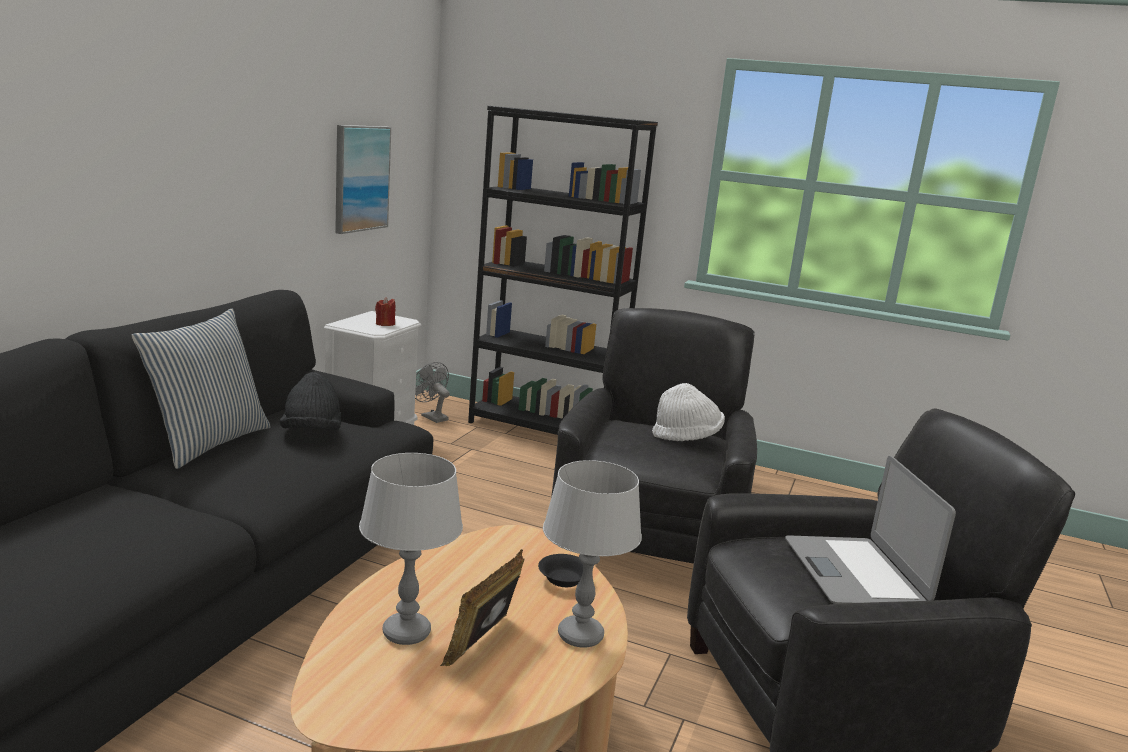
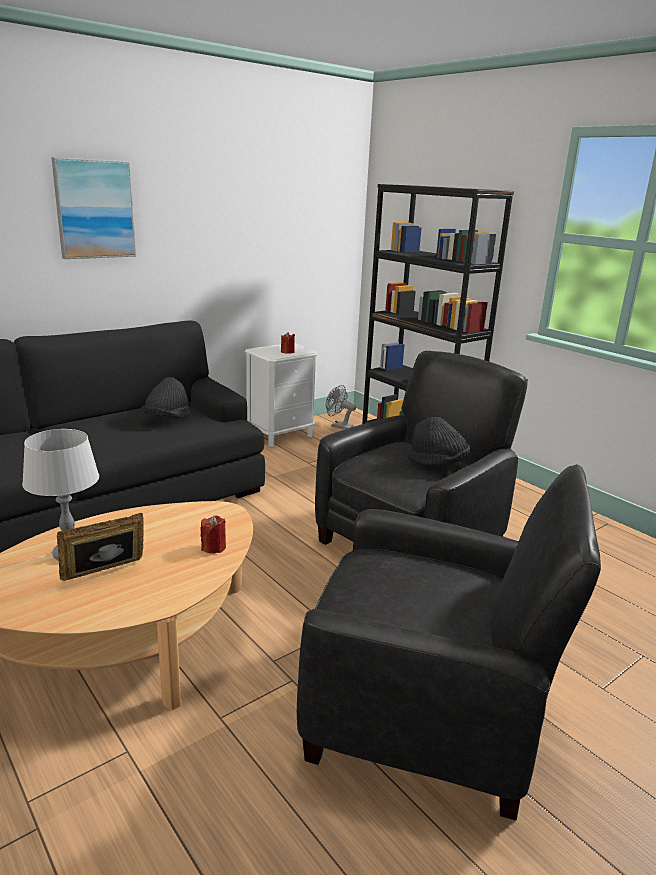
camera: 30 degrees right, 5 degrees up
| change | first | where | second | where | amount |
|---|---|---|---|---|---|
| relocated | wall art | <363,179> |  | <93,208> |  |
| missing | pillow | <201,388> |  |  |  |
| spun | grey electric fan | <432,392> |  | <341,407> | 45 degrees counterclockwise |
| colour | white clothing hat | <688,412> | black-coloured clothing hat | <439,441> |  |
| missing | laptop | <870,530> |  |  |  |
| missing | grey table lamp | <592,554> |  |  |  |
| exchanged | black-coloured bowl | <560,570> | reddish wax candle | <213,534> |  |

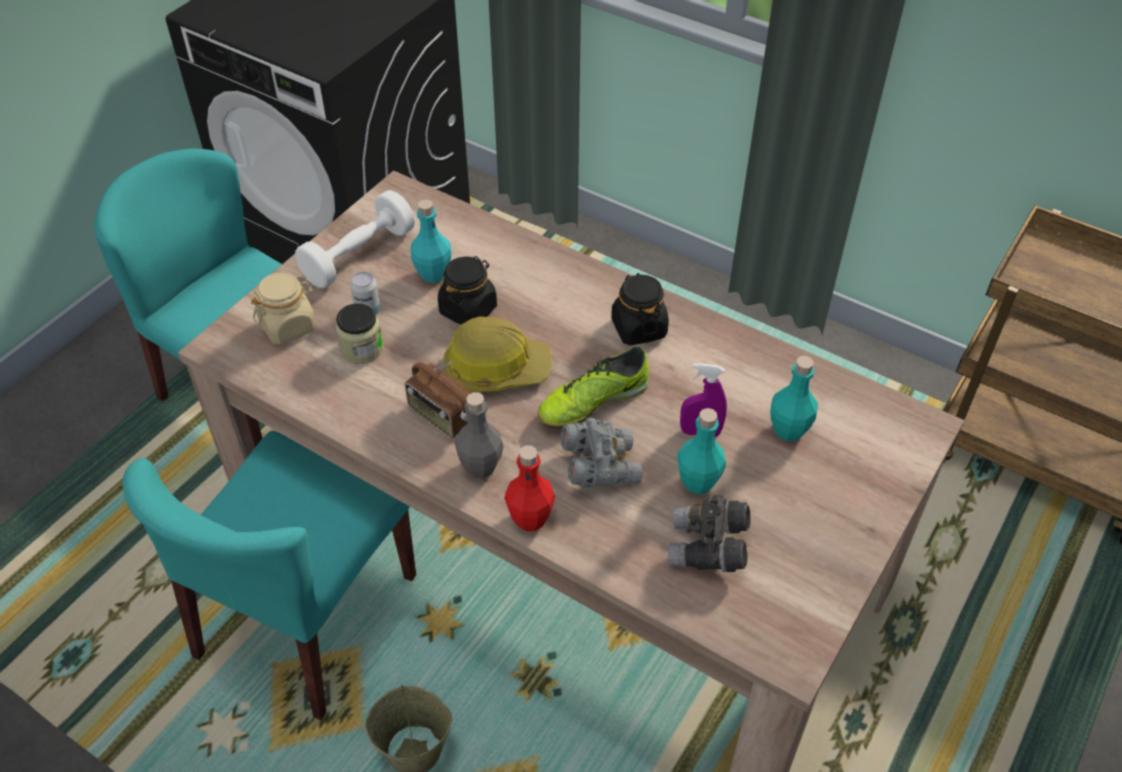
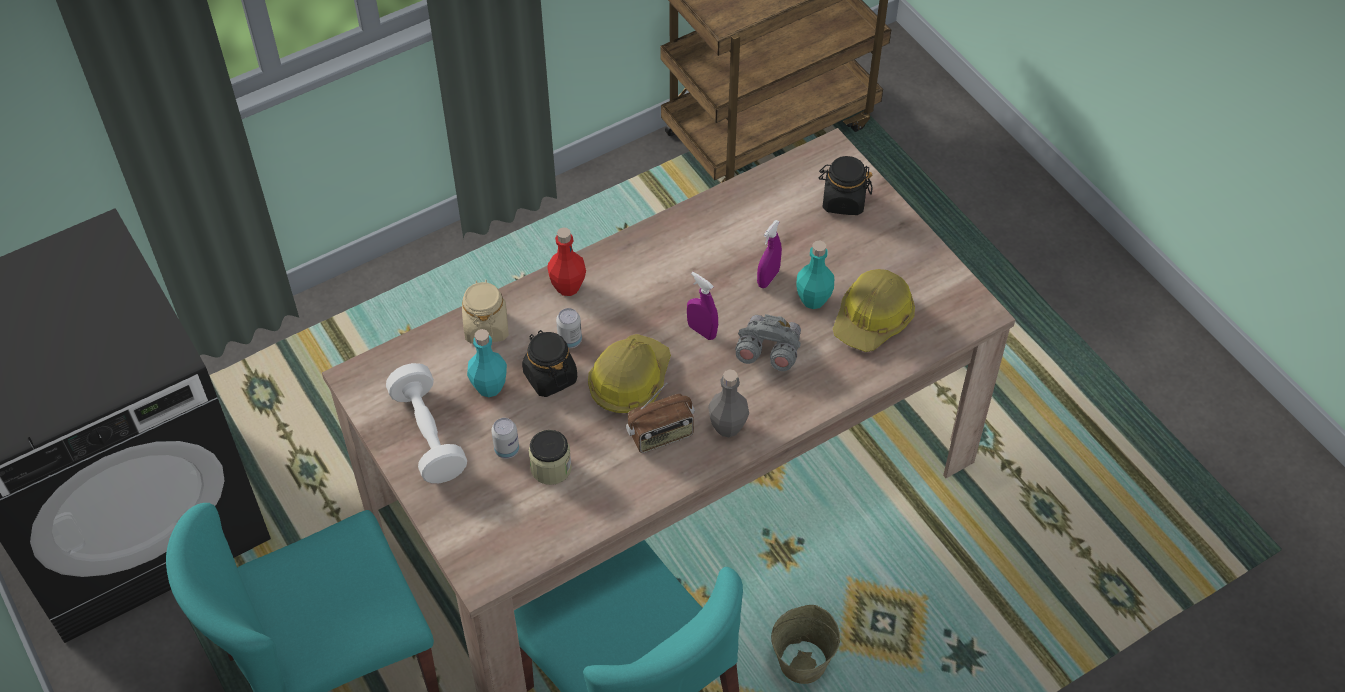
camera: 65 degrees left, 5 degrees up
| change | first | where | second | where | amount |
|---|---|---|---|---|---|
| relocated | beige storage jar | <284,308> |  | <485,312> |  |
| relocated | black-coloured storage jar | <640,309> |  | <846,185> |  |
| exchanged | item of footwear | <593,387> | purplish hand sprayer | <702,306> |  |
| missing | turquoise bottle | <794,398> |  |  |  |
| relocated | reddish bottle | <529,488> |  | <566,262> |  |
| exchanged | grey field glasses | <709,533> | hard hat | <874,310> |  |
| appeared |  |  | metal can | <569,328> |  |

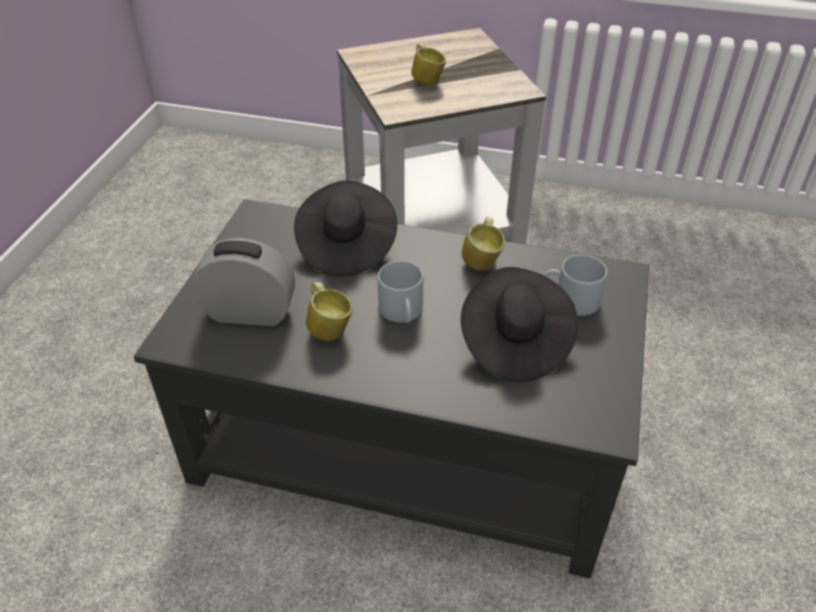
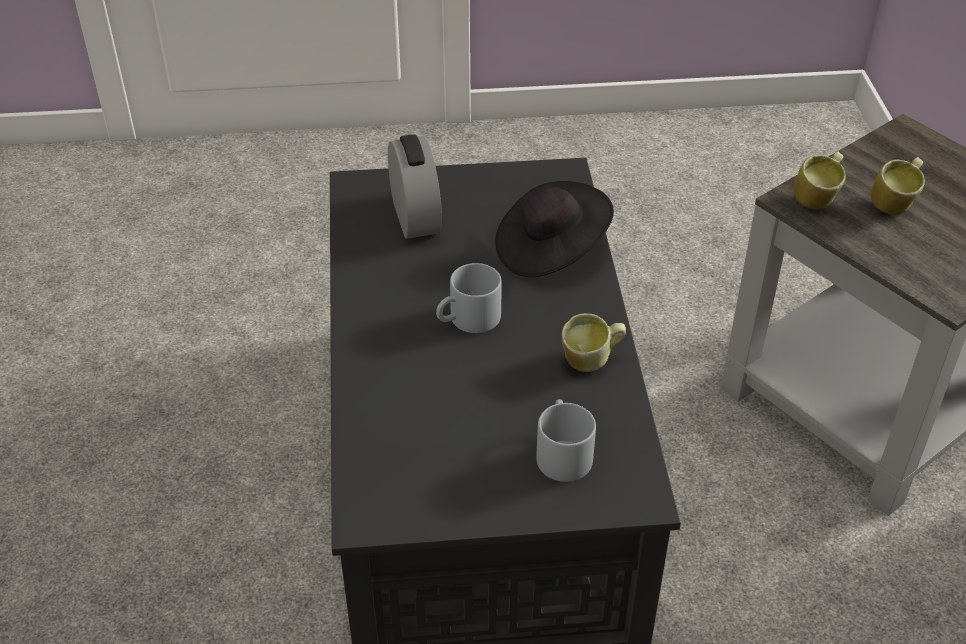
camera: 70 degrees right, 0 degrees up
| change | first | where | second | where | amount |
|---|---|---|---|---|---|
| missing | black-coloured clothing hat | <519,324> |  |  |  |
| relocated | coffee mug | <329,311> |  | <820,180> |  |

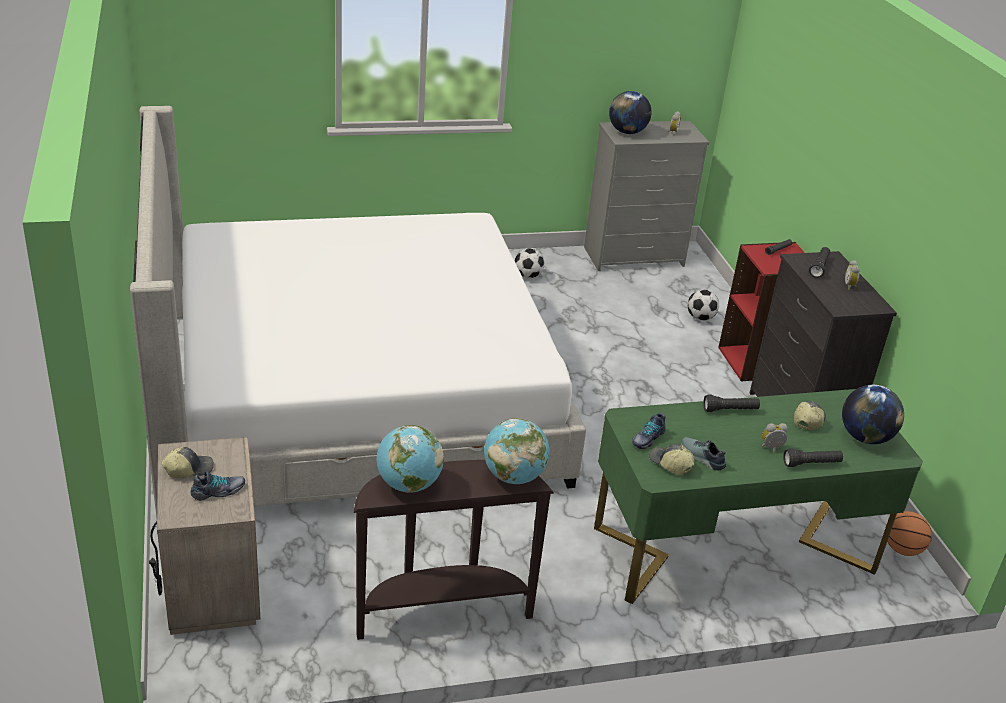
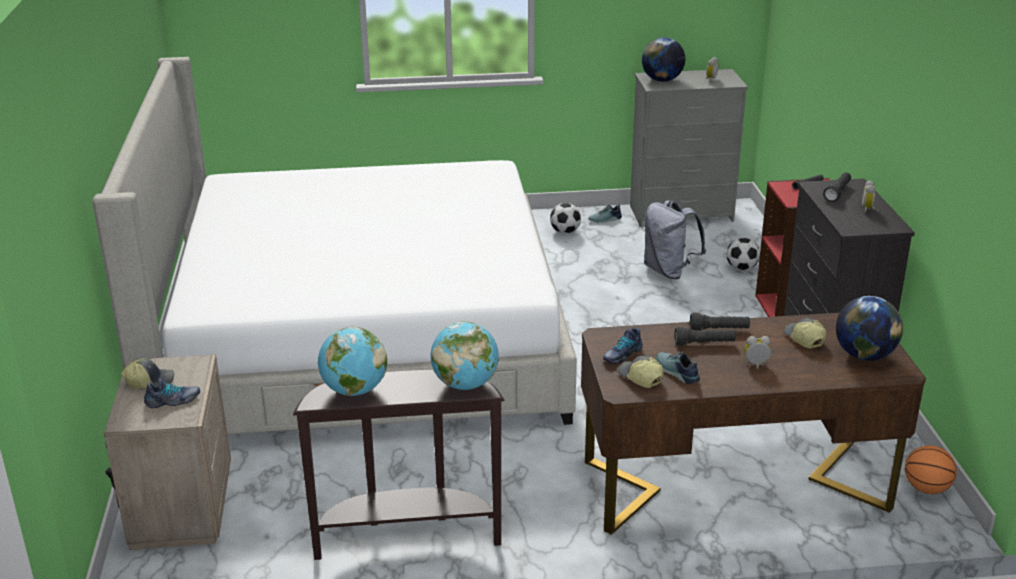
camera: 10 degrees right, 5 degrees down
| change | first | where | second | where | amount |
|---|---|---|---|---|---|
| colour | green desk table | <758,496> | brown desk table | <753,424> |  |
| spun | baseball cap | <810,415> |  | <805,333> | 60 degrees counterclockwise |
| relocated | black-coloured flashlight | <813,457> |  | <705,336> |  |
| appeared |  |  | grey backpack | <675,239> |  |
| appeared |  |  | item of footwear | <605,213> |  |

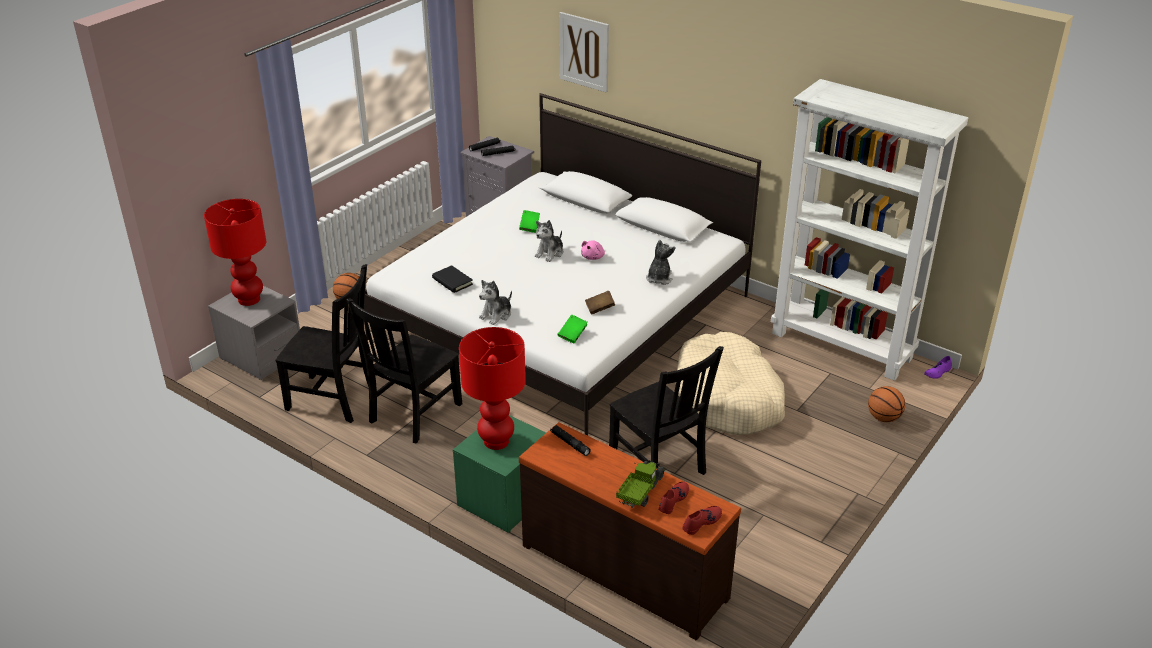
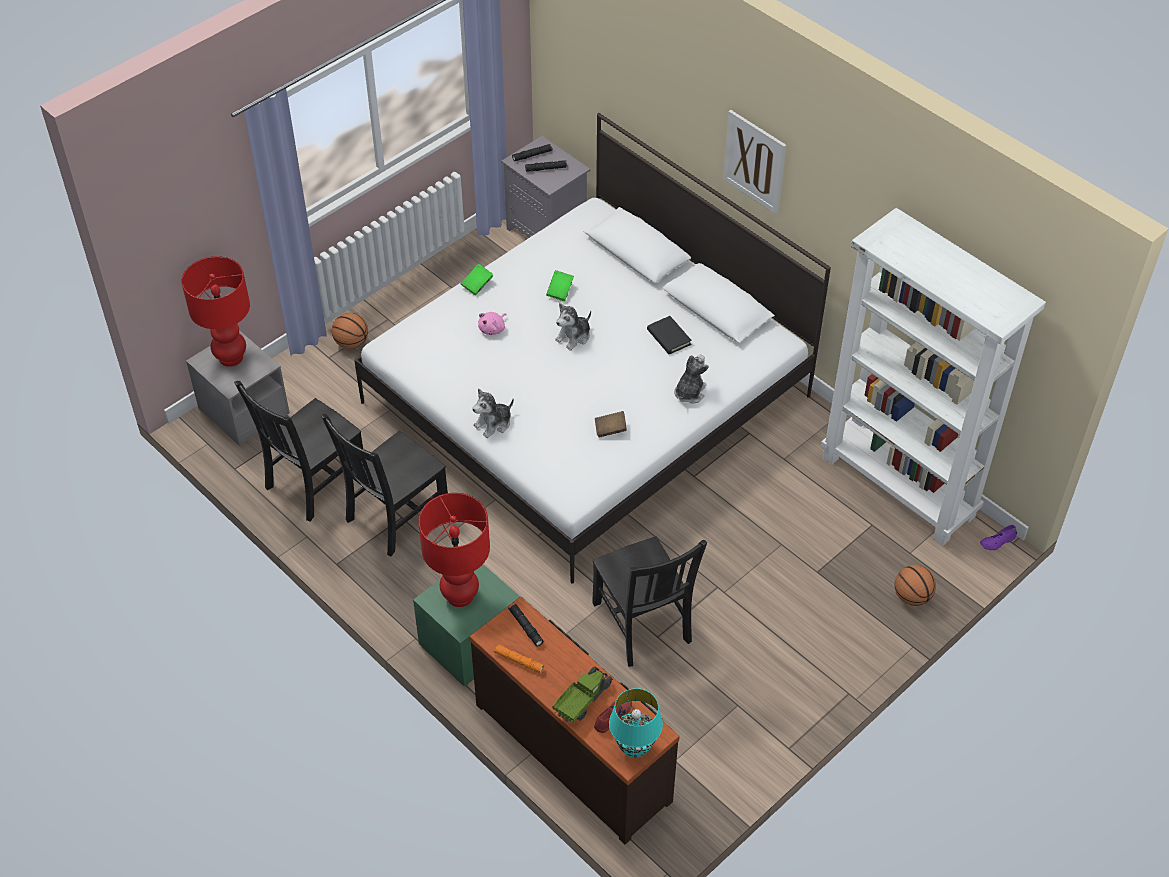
camera: 10 degrees right, 15 degrees up
| change | first | where | second | where | amount |
|---|---|---|---|---|---|
| relocated | wall art | <584,52> |  | <754,162> |  |
| relocated | pink cuddly toy | <593,250> |  | <492,323> |  |
| spun | black-coloured chair | <322,343> |  | <298,451> | 105 degrees clockwise |
| relocated | black-coloured book | <452,279> |  | <669,335> |  |
| relocated | green book | <572,329> |  | <476,279> |  |
| missing | beige dog bed | <730,383> |  |  |  |
| exchanged | reddish item of footwear | <702,520> | turquoise table lamp | <636,723> |  |
| appeared |  |  | orangey flashlight | <518,659> |  |

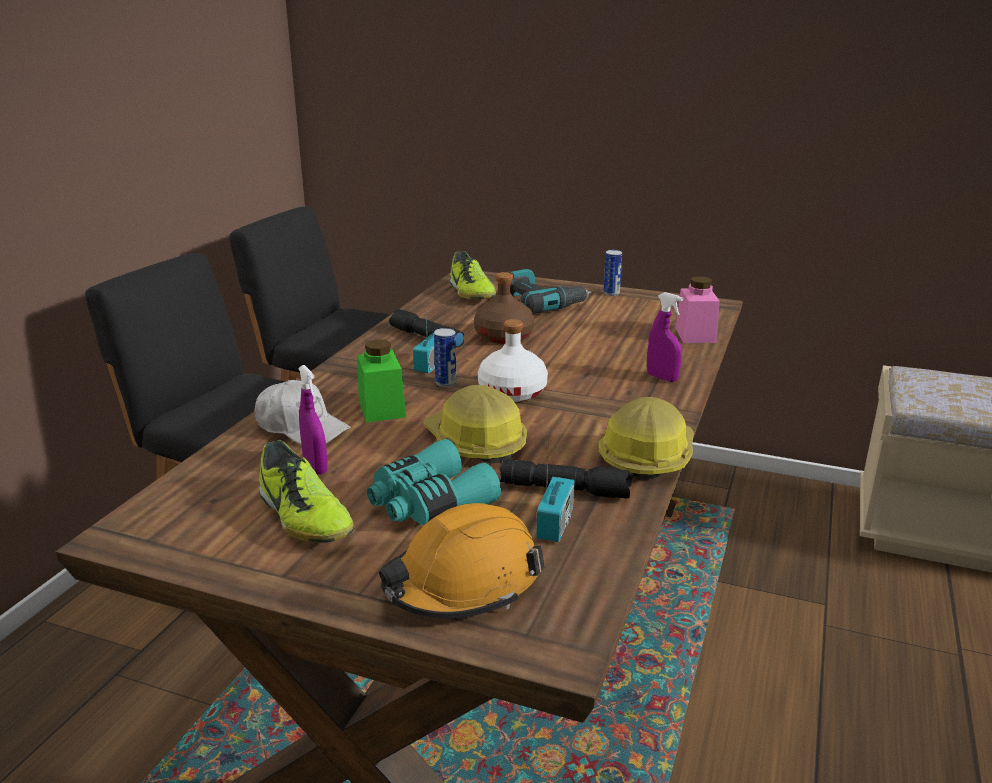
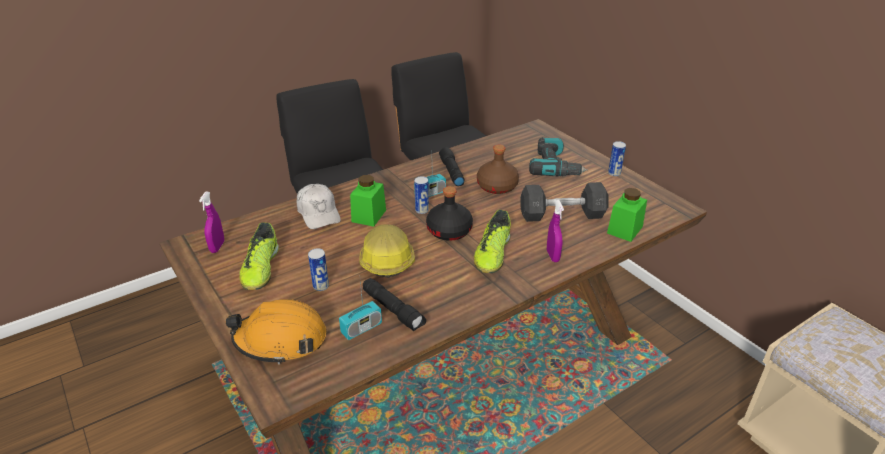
camera: 35 degrees right, 10 degrees up
| change | first | where | second | where | amount |
|---|---|---|---|---|---|
| relocated | item of footwear | <473,275> |  | <492,241> |  |
| colour | pink storage jar | <697,309> | green storage jar | <627,215> |  |
| colour | white bottle | <513,360> | black-coloured bottle | <449,213> |  |
| relocated | purplish hand sprayer | <313,419> |  | <211,222> |  |
| missing | hard hat | <646,438> |  |  |  |
| exchanged | turquoise field glasses | <434,482> | metal can | <318,269> |  |
| appeared |  |  | grey dumbbell | <564,202> |  |

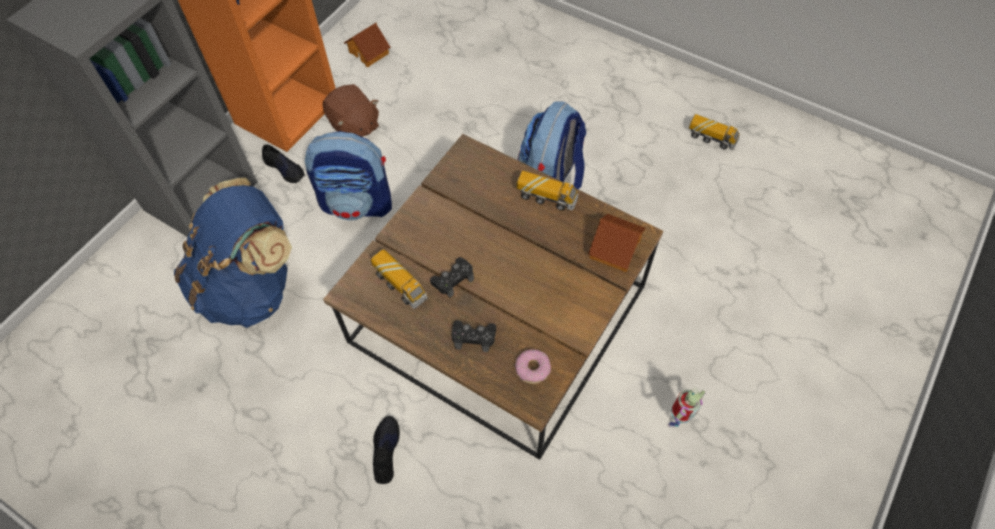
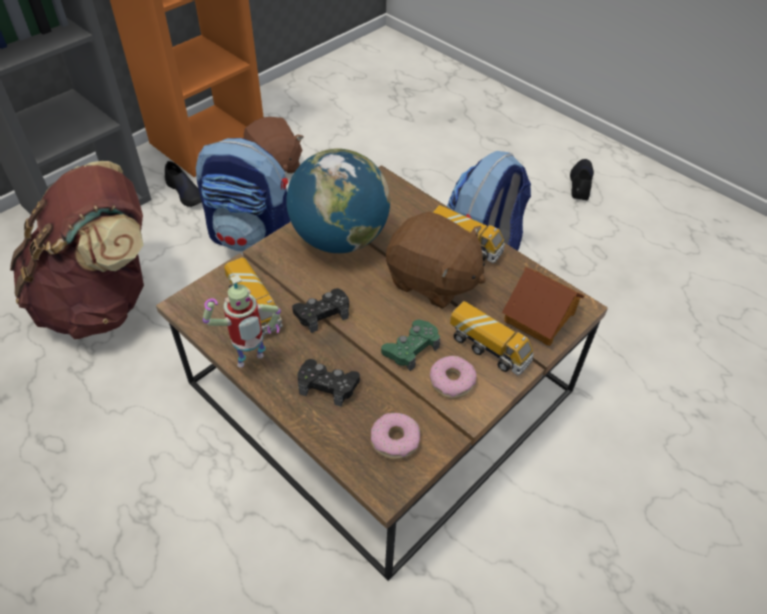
camera: 10 degrees right, 10 degrees down
| change | first | where | second | where | amount |
|---|---|---|---|---|---|
| missing | miniature house | <367,45> |  |  |  |
| relocated | toy lorry | <714,132> |  | <492,338> |  |
| colour | bluish backpack | <233,252> | brown backpack | <77,250> |  |
| relocated | robot figure | <686,407> |  | <242,321> |  |
| relocated | black-coloured item of footwear | <386,450> |  | <582,179> |  |
| appeared |  |  | world globe | <338,200> |  |
| appeared |  |  | brown cuddly toy | <436,260> |  |
| appeared |  |  | green game controller | <410,345> |  |
| appeared |  |  | ring doughnut | <453,377> |  |

